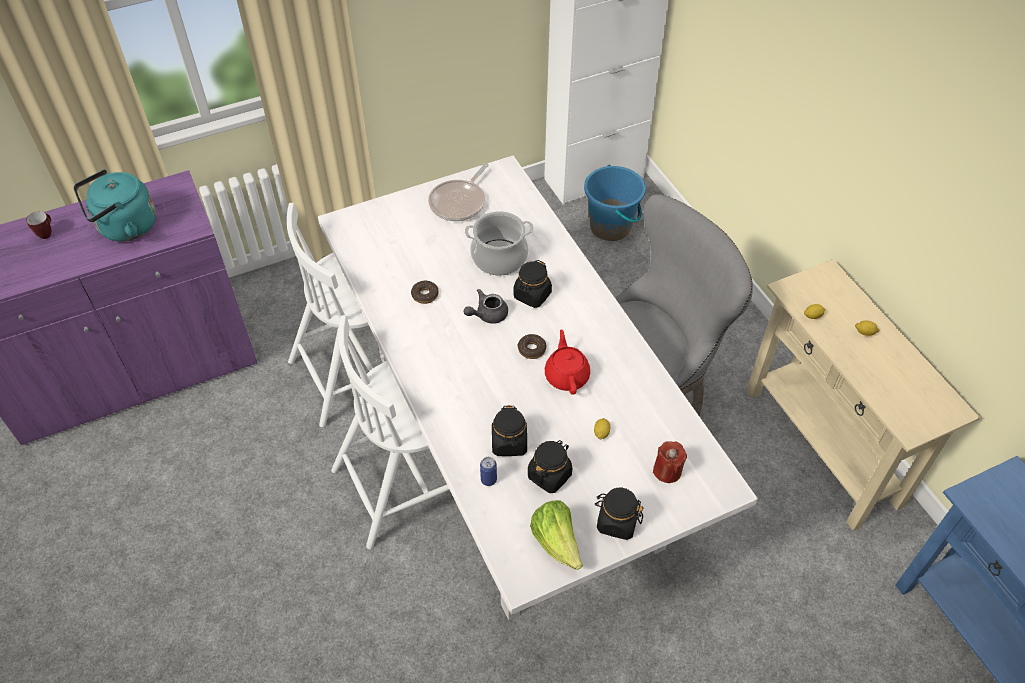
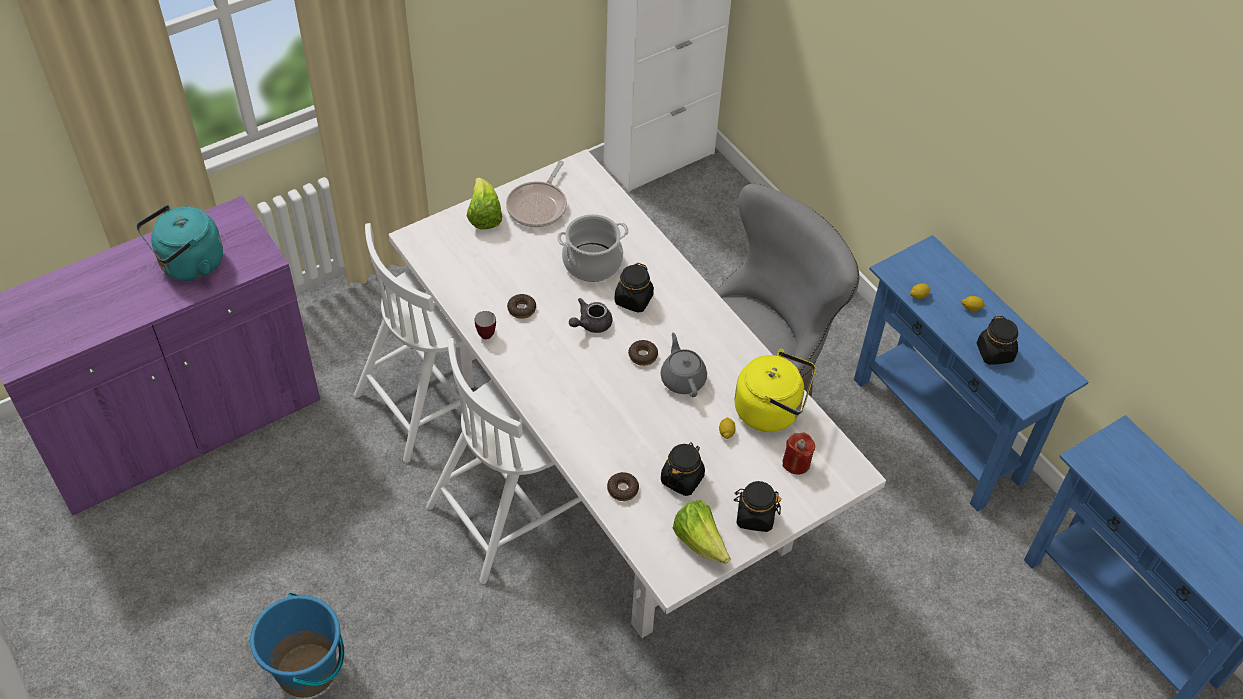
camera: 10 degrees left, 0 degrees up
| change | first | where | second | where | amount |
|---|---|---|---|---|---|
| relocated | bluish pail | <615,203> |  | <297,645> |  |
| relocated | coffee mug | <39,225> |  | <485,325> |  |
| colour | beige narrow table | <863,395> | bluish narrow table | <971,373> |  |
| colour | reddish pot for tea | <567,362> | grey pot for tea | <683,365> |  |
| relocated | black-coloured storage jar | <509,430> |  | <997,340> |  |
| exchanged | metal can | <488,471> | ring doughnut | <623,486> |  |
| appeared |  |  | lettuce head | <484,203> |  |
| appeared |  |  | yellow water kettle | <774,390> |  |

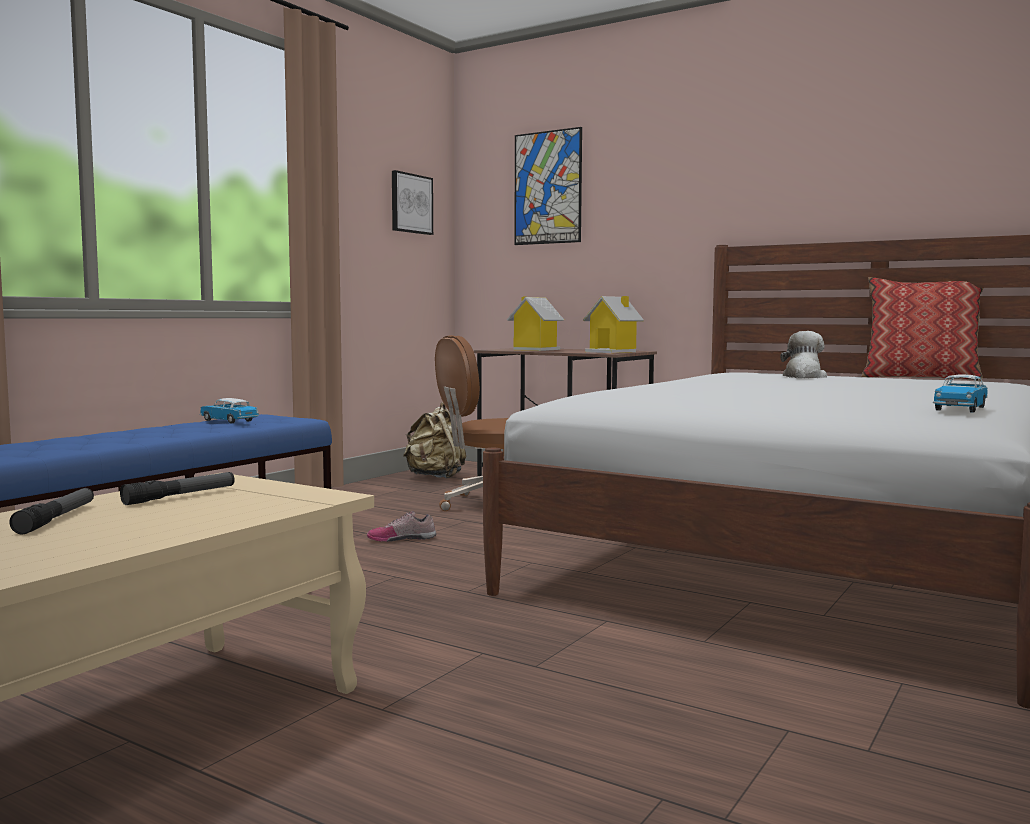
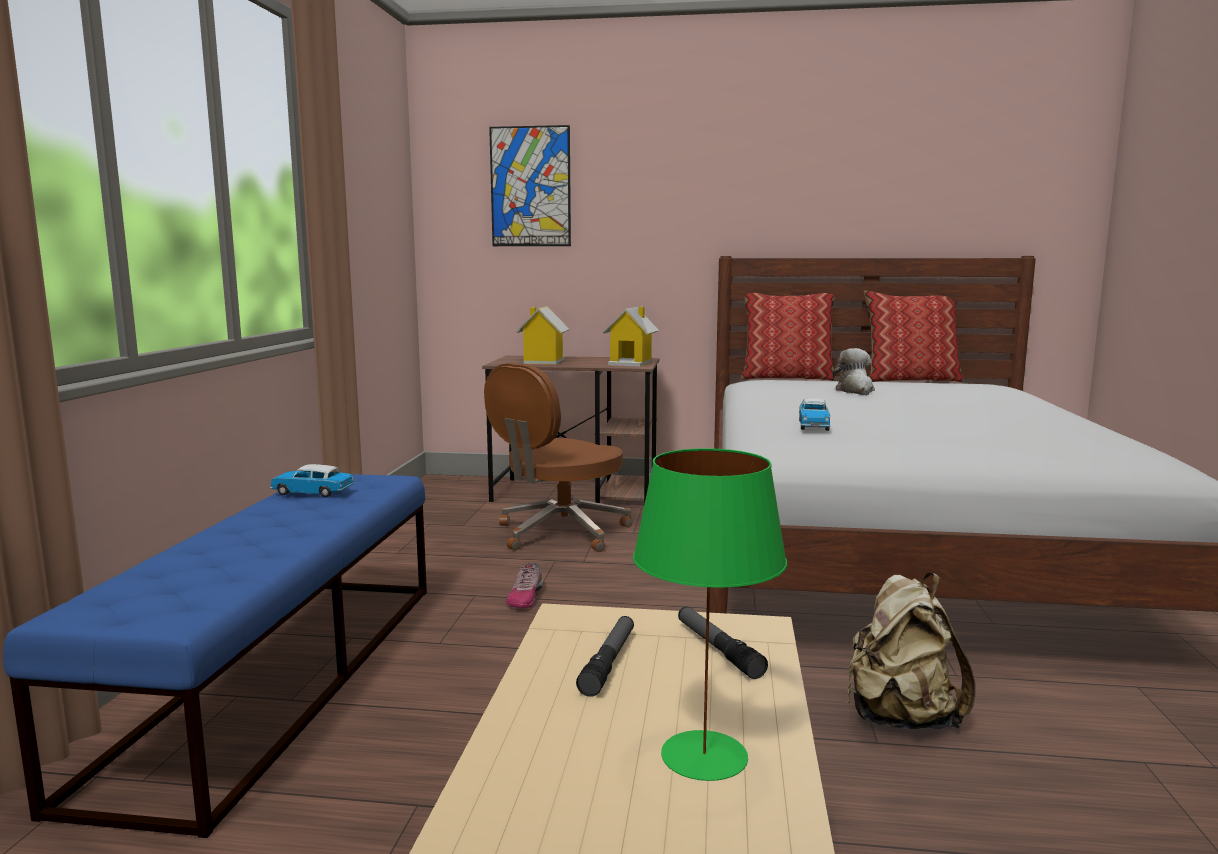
camera: 25 degrees left, 5 degrees up
| change | first | where | second | where | amount |
|---|---|---|---|---|---|
| missing | wall art | <412,202> |  |  |  |
| relocated | toy car | <960,393> |  | <815,414> |  |
| relocated | beige backpack | <434,440> |  | <911,651> |  |
| relocated | flashlight | <51,511> |  | <723,643> |  |
| spun | item of footwear | <401,526> |  | <524,585> | 45 degrees counterclockwise |
| appeared |  |  | pillow | <788,337> |  |
| appeared |  |  | green table lamp | <710,614> |  |

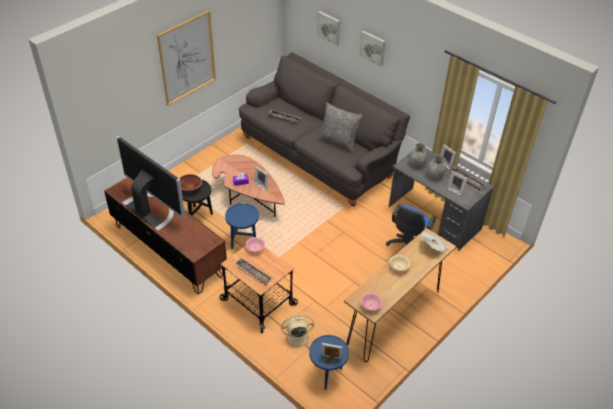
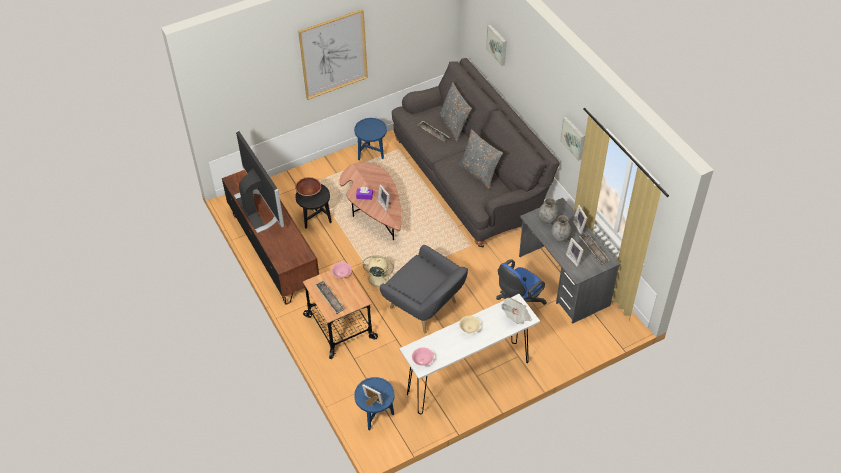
camera: 20 degrees right, 5 degrees up
| change | first | where | second | where | amount |
|---|---|---|---|---|---|
| relocated | wall art | <372,49> |  | <572,138> |  |
| relocated | bluish side table | <242,226> |  | <370,139> |  |
| colour | brown narrow table | <400,295> | white narrow table | <470,354> |  |
| relocated | beige electric fan | <298,333> |  | <378,272> |  |
| appeared |  |  | grey pillow | <455,112> |  |
| appeared |  |  | grey lounge chair | <424,289> |  |

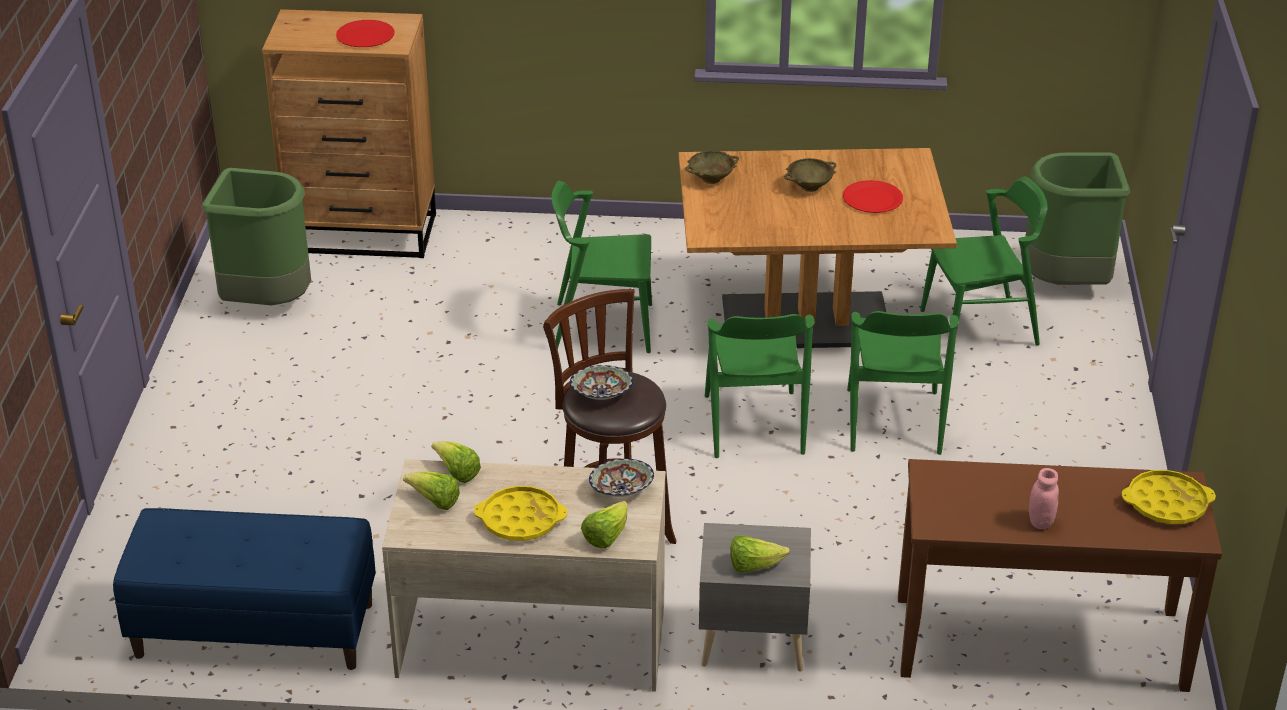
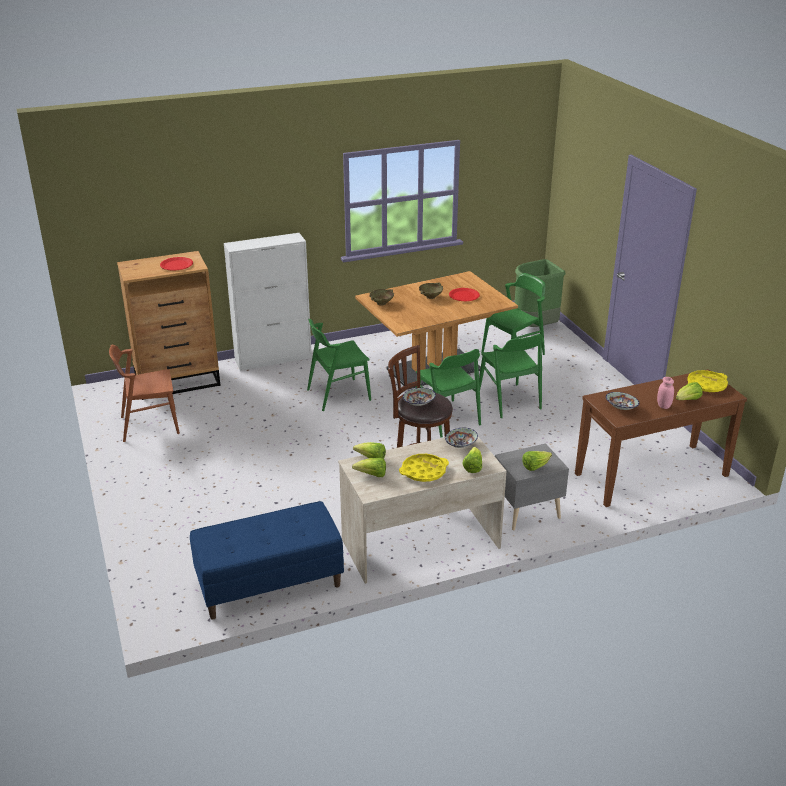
camera: 25 degrees left, 5 degrees down
| change | first | where | second | where | amount |
|---|---|---|---|---|---|
| exchanged | green rubbish bin | <256,236> | brown chair | <144,393> |  |
| appeared |  |  | white storage cabinet | <268,302> |  |
| appeared |  |  | lettuce head | <689,391> |  |
| appeared |  |  | bowl | <622,401> |  |

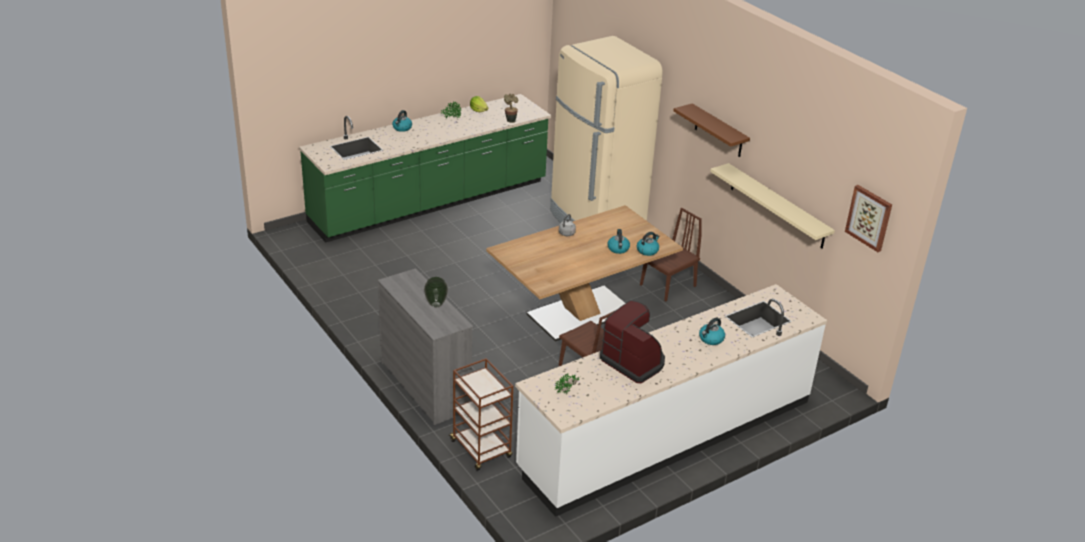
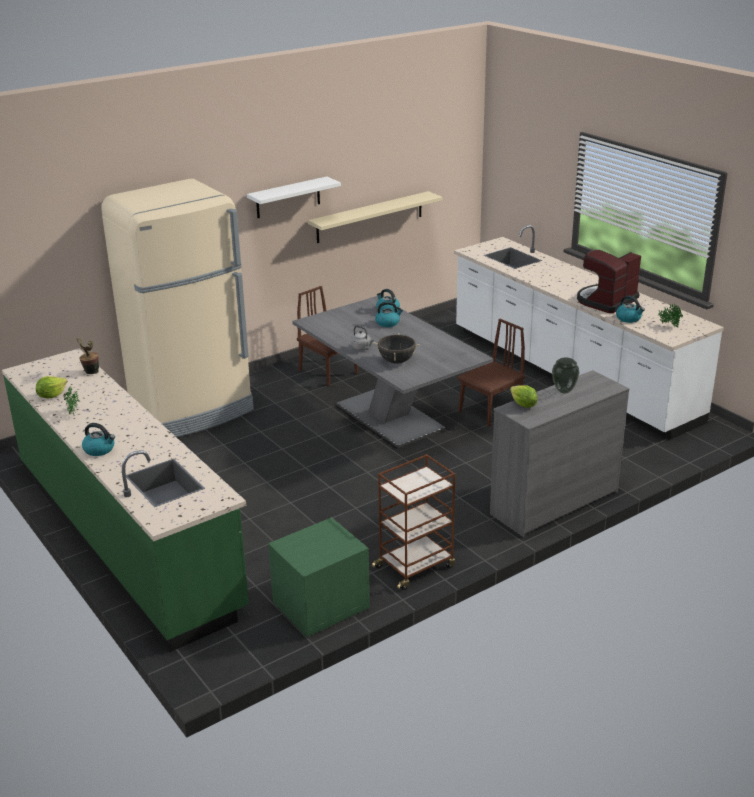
camera: 90 degrees left, 5 degrees down
| change | first | where | second | where | amount |
|---|---|---|---|---|---|
| colour | brown wall shelf | <712,130> | white wall shelf | <294,197> |  |
| missing | wall art | <868,218> |  |  |  |
| colour | brown kitchen table | <584,273> | grey kitchen table | <392,372> |  |
| relocated | water kettle | <712,331> |  | <630,309> |  |
| relocated | brown wheeled cart | <481,414> |  | <413,522> |  |
| appeared |  |  | black-coloured saucepot | <396,348> |  |
| appeared |  |  | lettuce head | <523,396> |  |
| appeared |  |  | green nightstand | <319,577> |  |

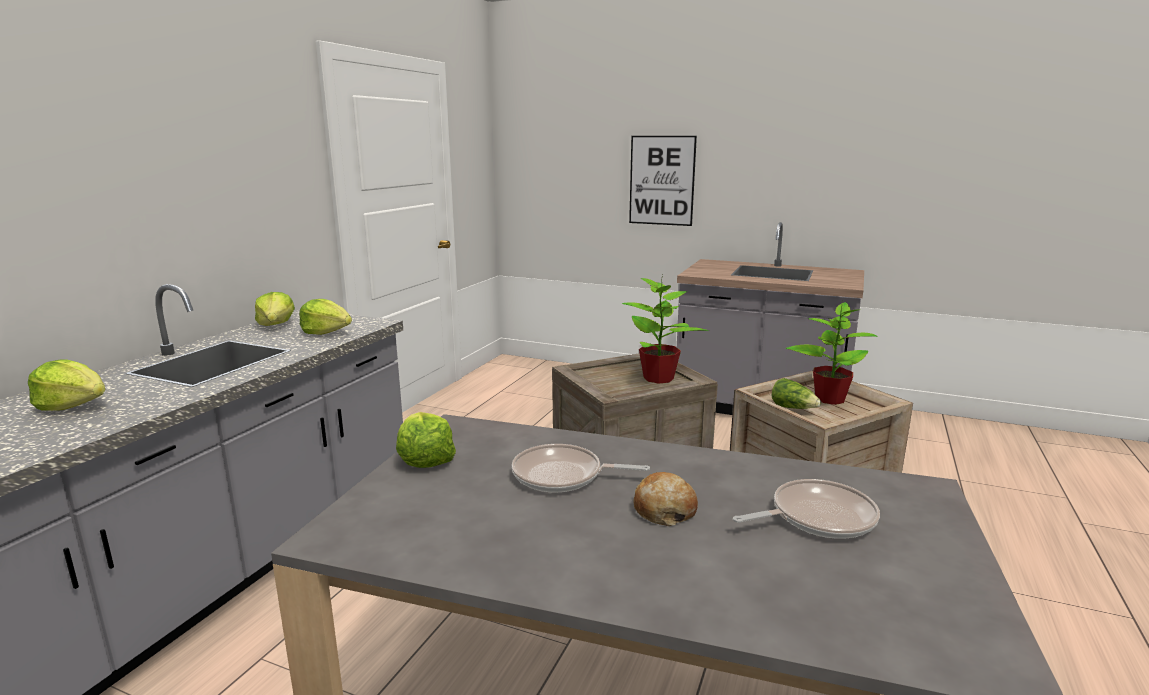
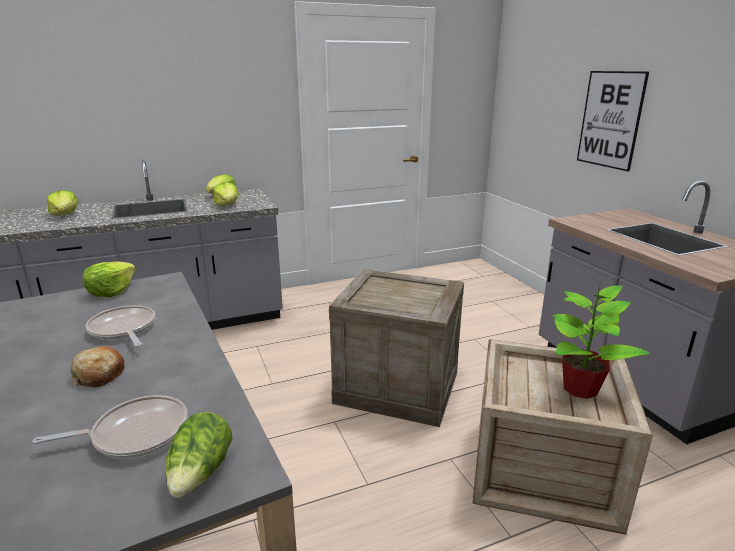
camera: 45 degrees right, 5 degrees up
| change | first | where | second | where | amount |
|---|---|---|---|---|---|
| missing | plant in a pot | <665,329> |  |  |  |
| relocated | lettuce head | <796,393> |  | <198,455> |  |
| spun | skillet | <806,509> |  | <110,427> | 45 degrees counterclockwise |

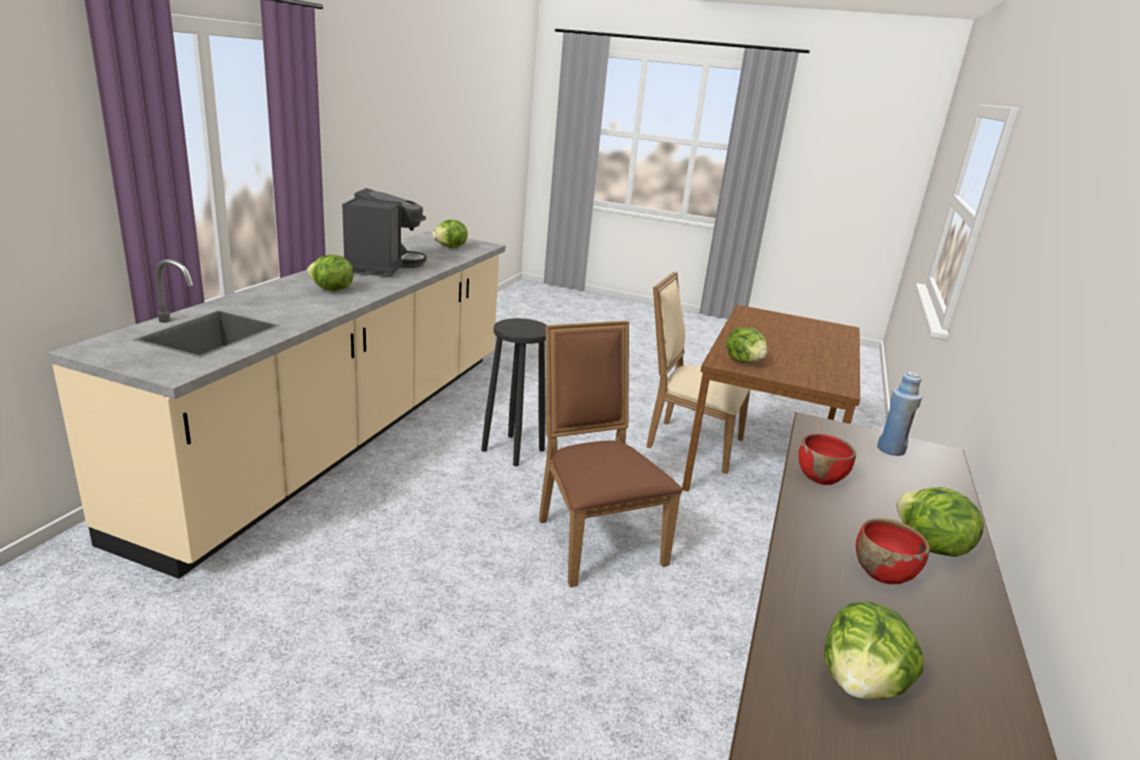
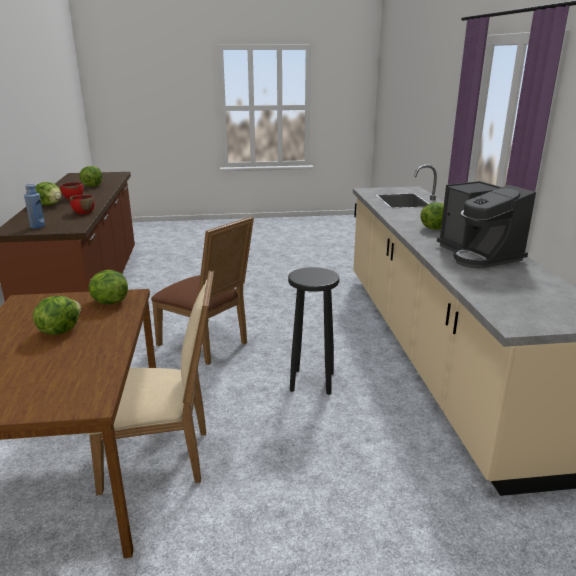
camera: 155 degrees right, 0 degrees up
| change | first | where | second | where | amount |
|---|---|---|---|---|---|
| relocated | lettuce head | <450,234> |  | <57,315> |  |

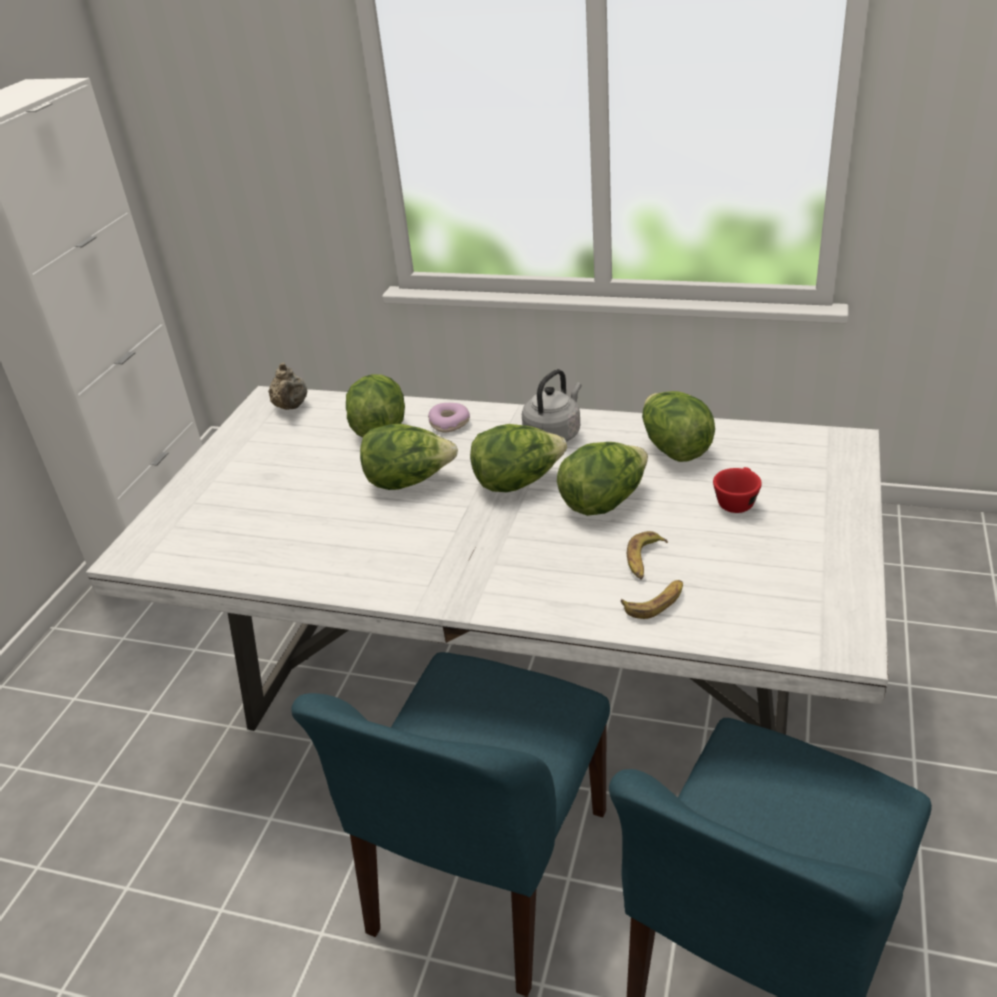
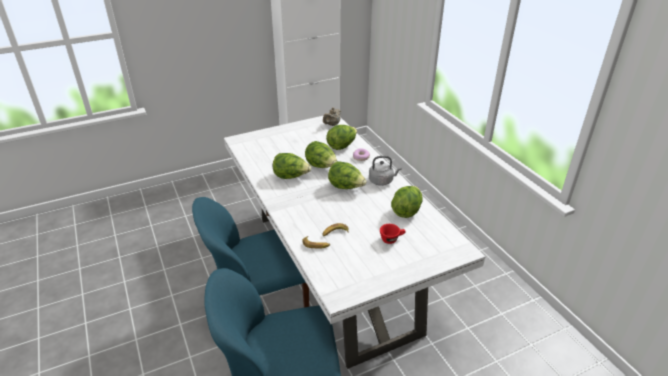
camera: 45 degrees right, 0 degrees up
| change | first | where | second | where | amount |
|---|---|---|---|---|---|
| relocated | lettuce head | <602,479> |  | <292,166> |  |

